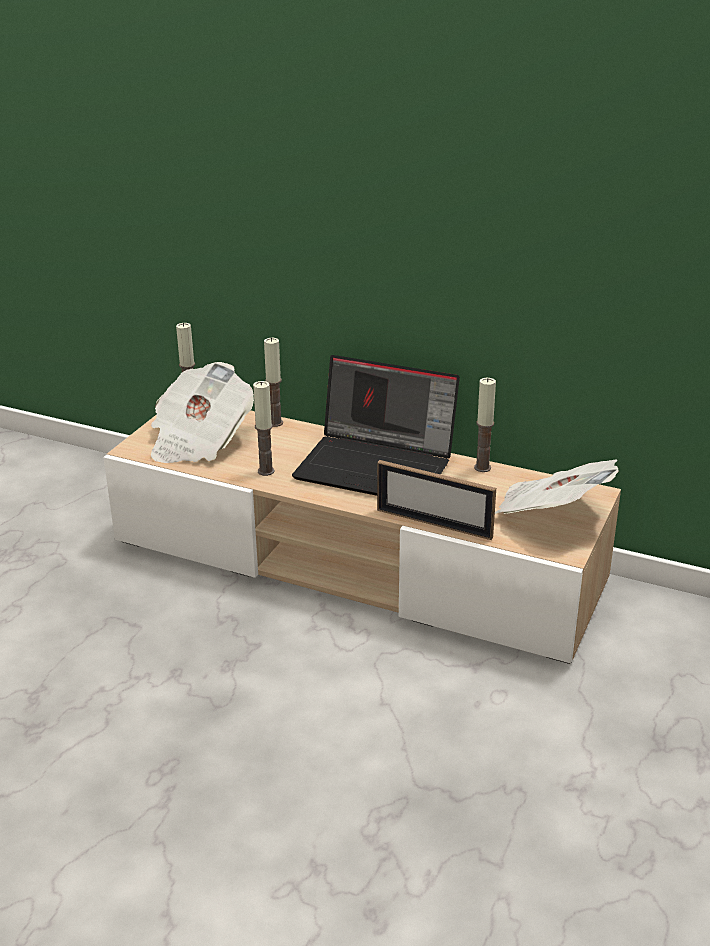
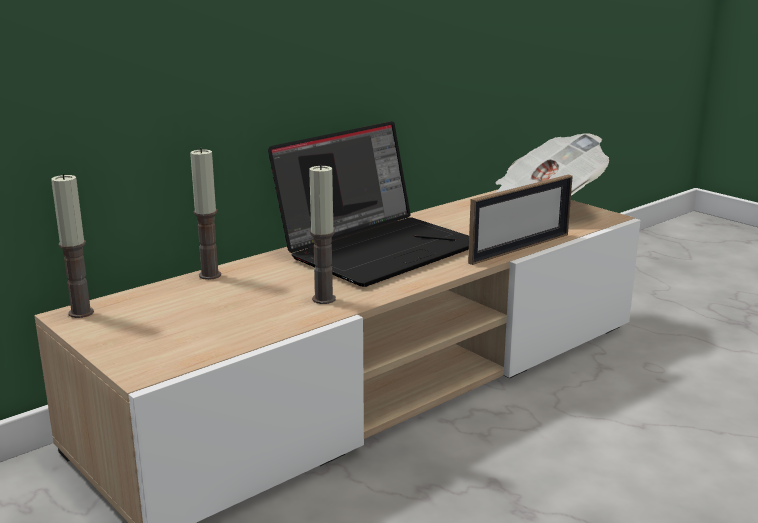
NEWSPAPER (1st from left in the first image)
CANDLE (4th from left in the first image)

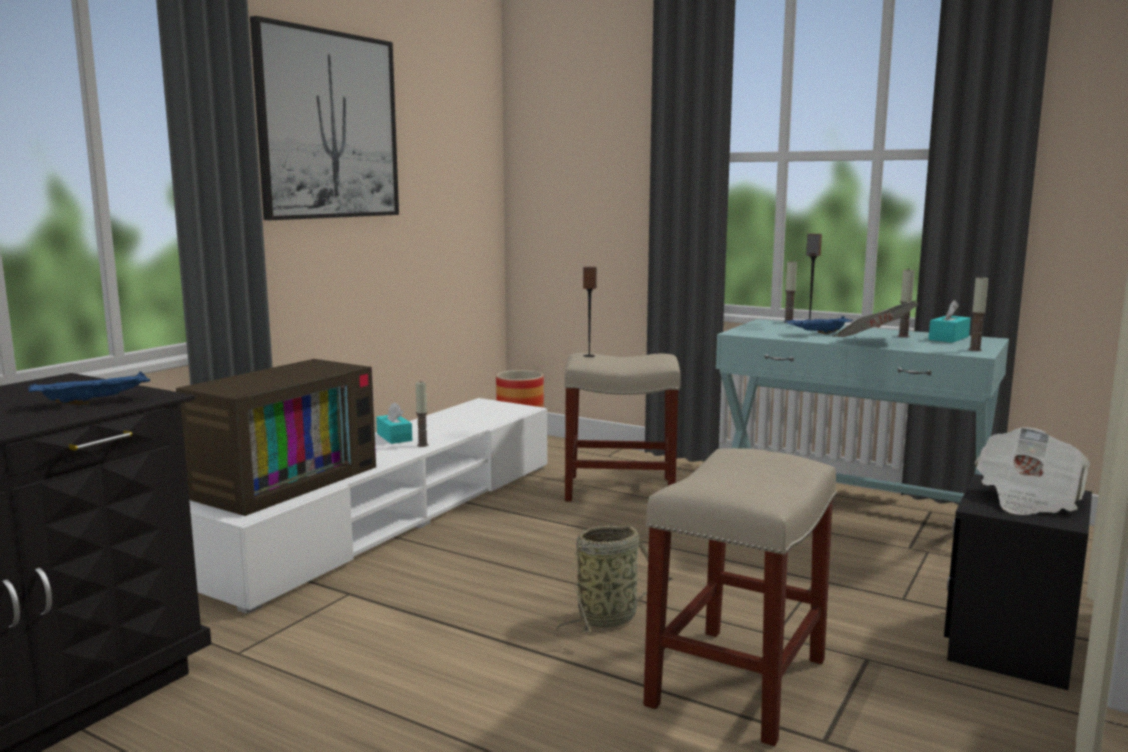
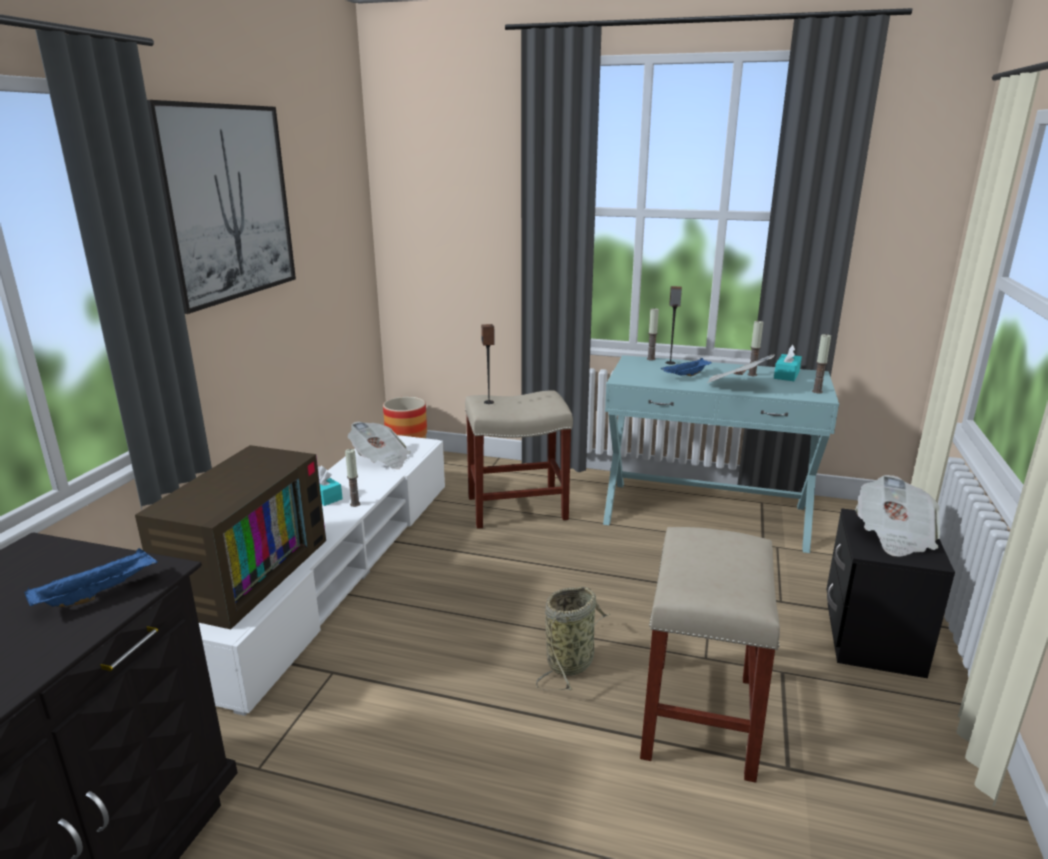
NEWSPAPER (1st from left)

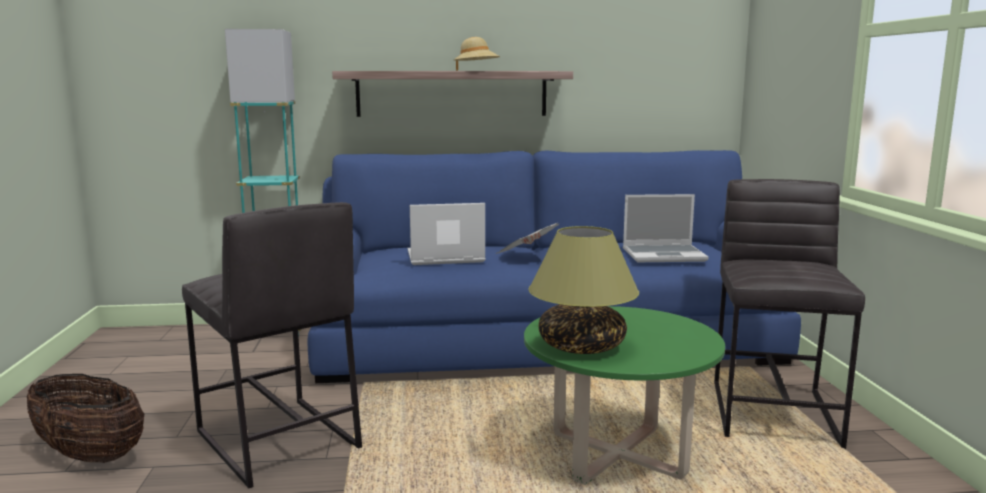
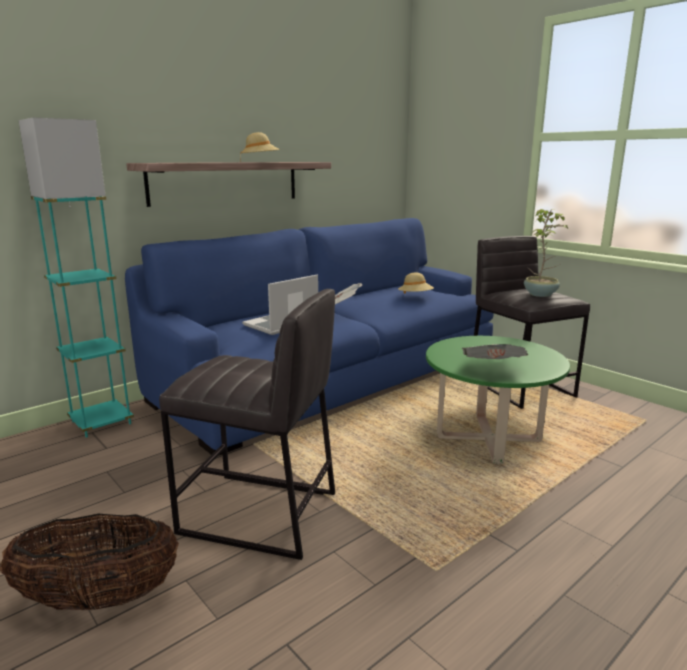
POTTED PLANT
NEWSPAPER (2nd from left)
BEIGE HAT (2nd from left)

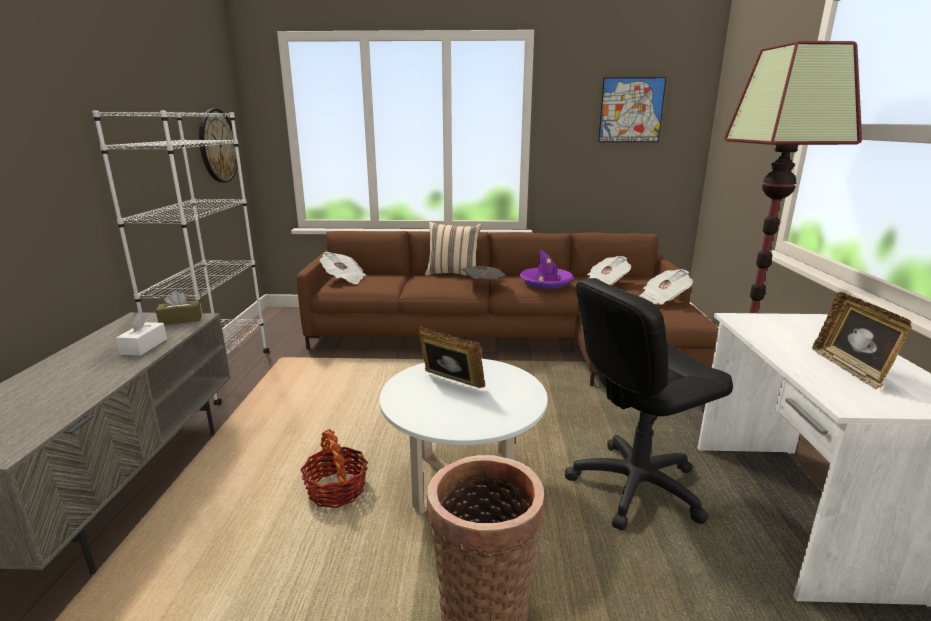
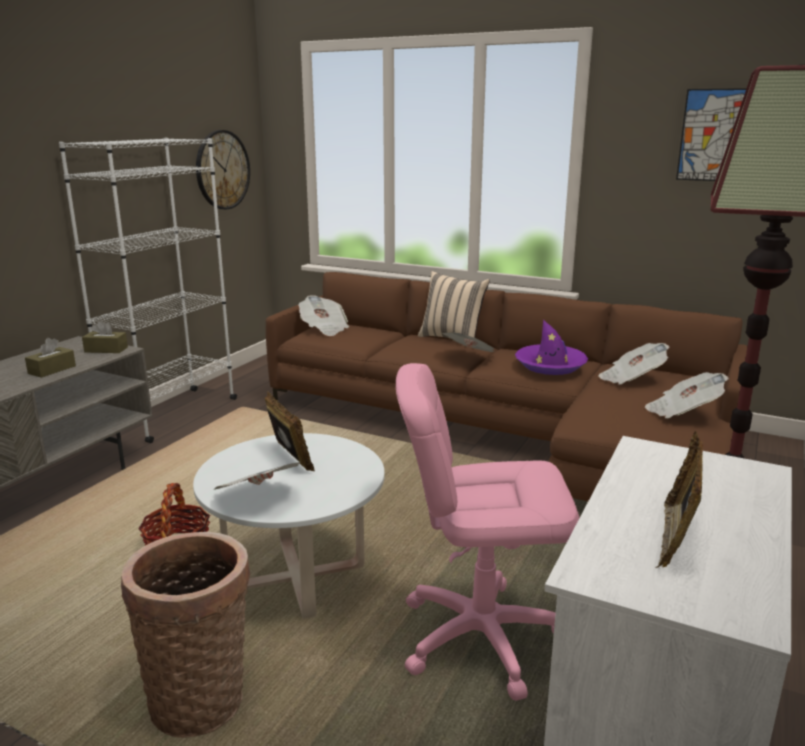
NEWSPAPER (1st from left)
BROWN TISSUE BOX (1st from left)
PINK OFFICE CHAIR

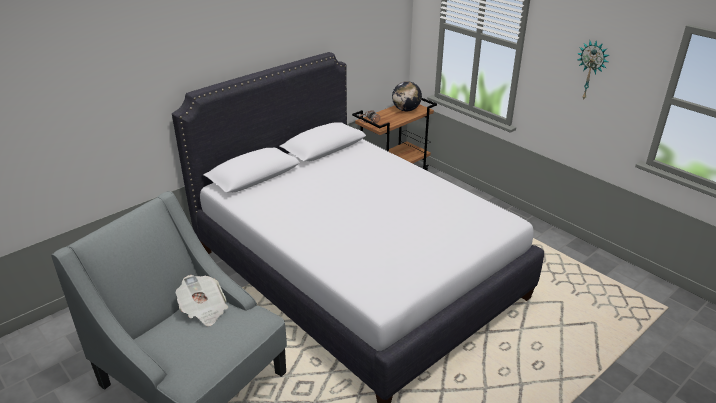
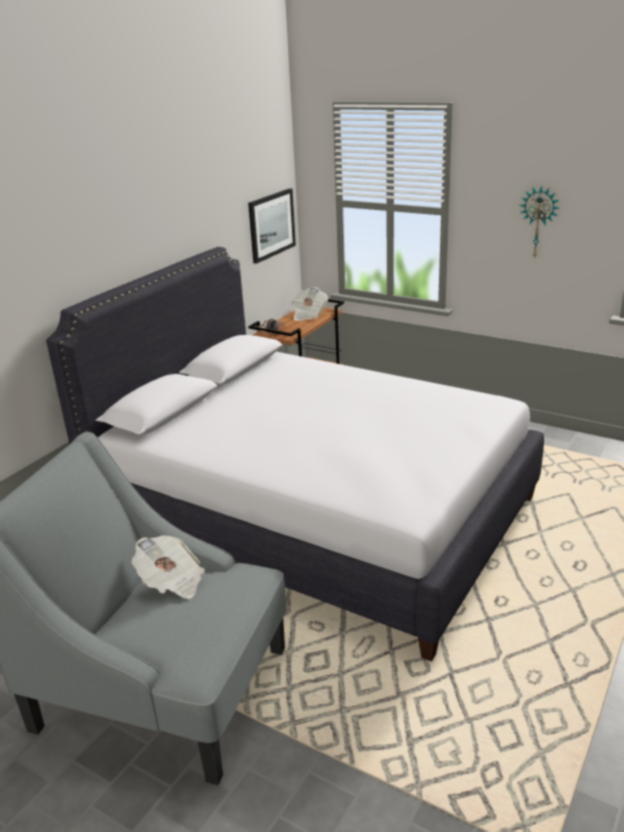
PICTURE
NEWSPAPER (2nd from left)

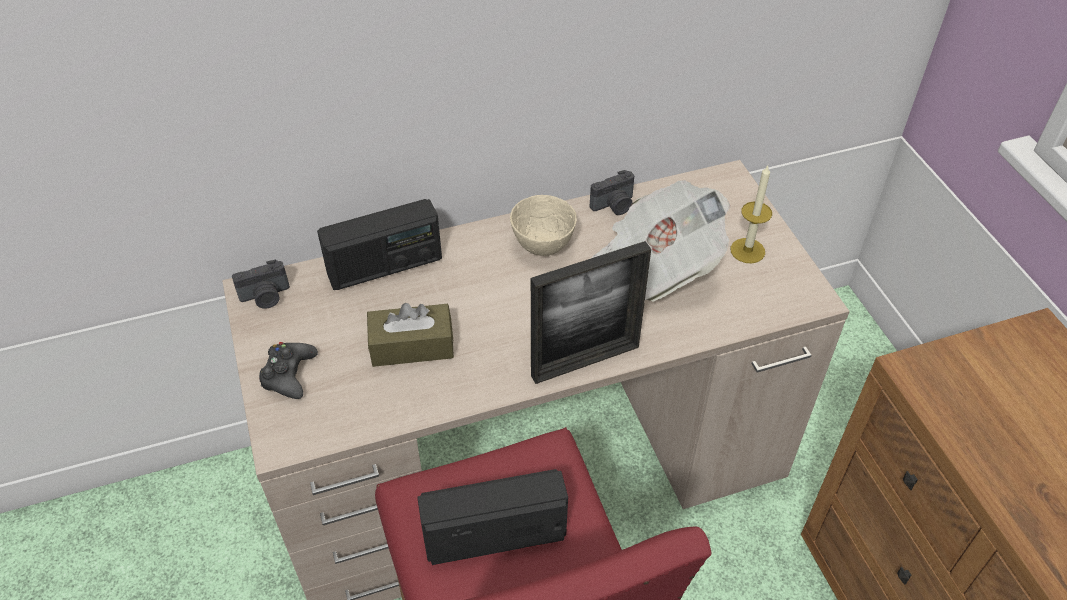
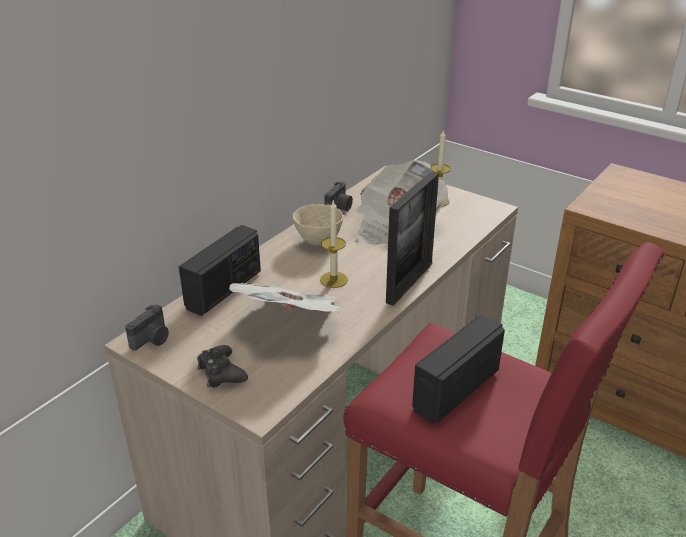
CANDLE (1st from left)
NEWSPAPER (1st from left)

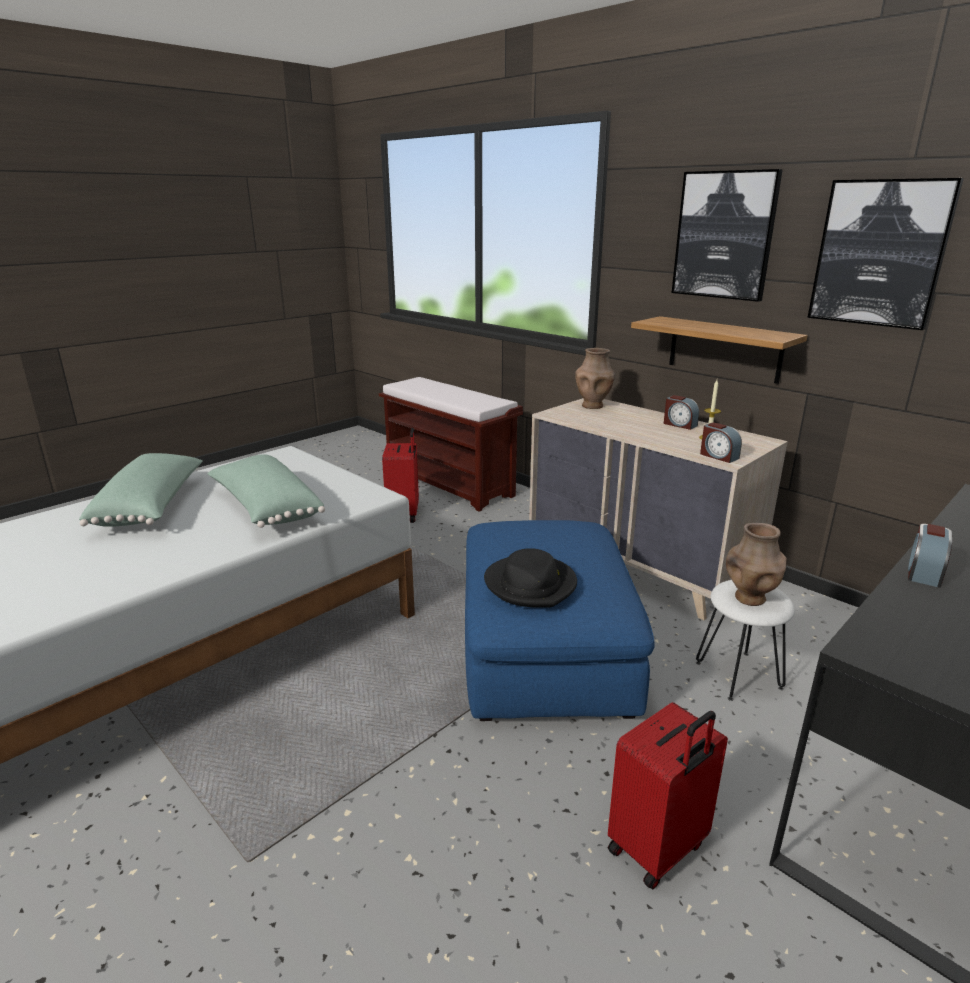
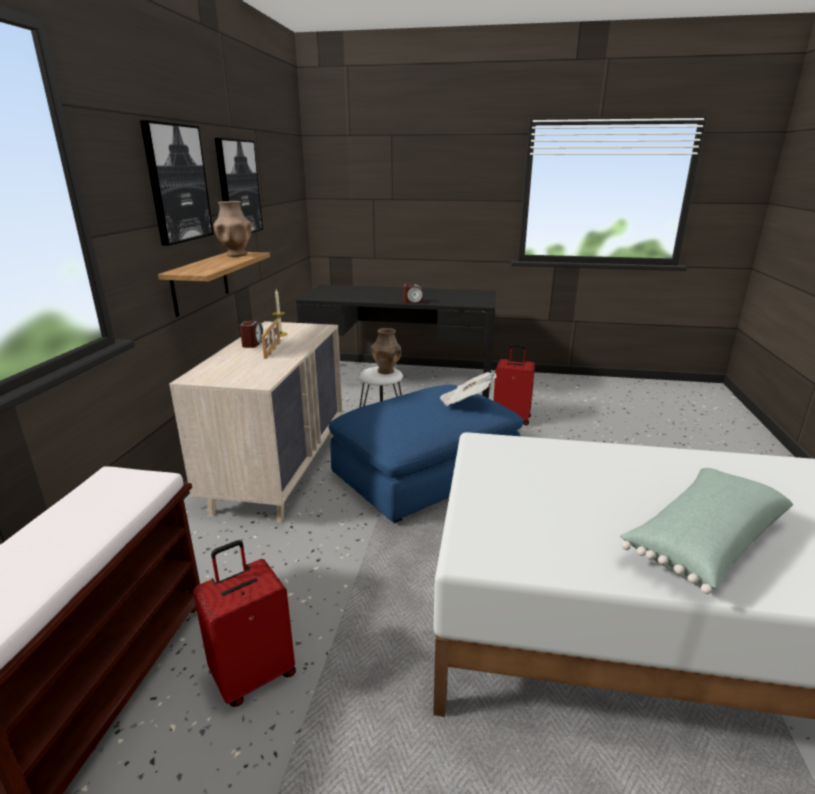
GREEN PILLOW (2nd from left in the first image)
ALARM CLOCK (2nd from left in the first image)
PICTURE FRAME
BROWN VASE (1st from left)
NEWSPAPER

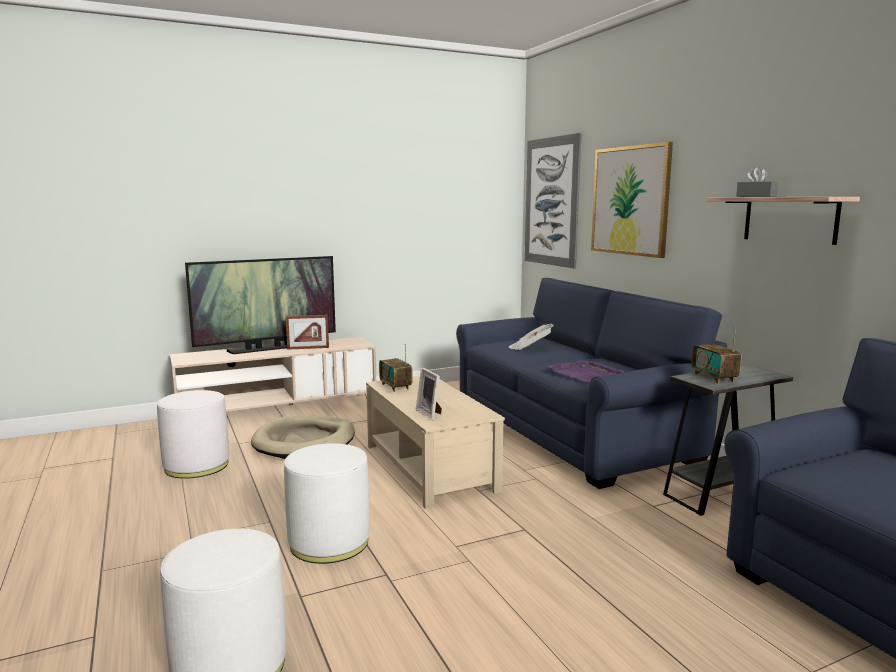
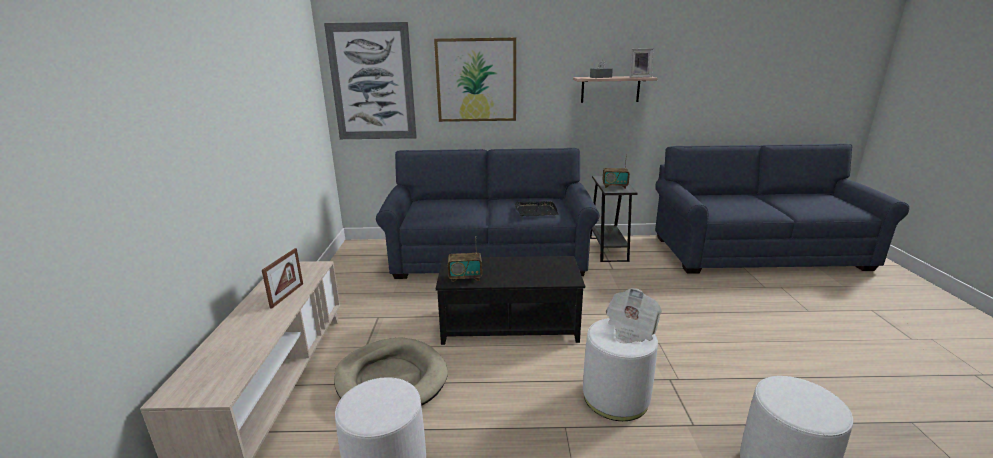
TELEVISION
PICTURE FRAME (2nd from left)
NEWSPAPER
BLACK COFFEE TABLE
BLACK TRAY

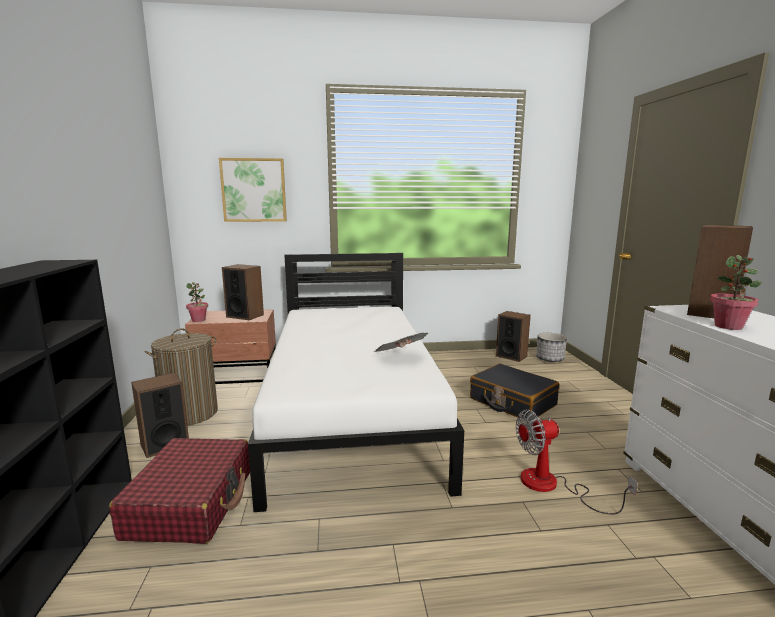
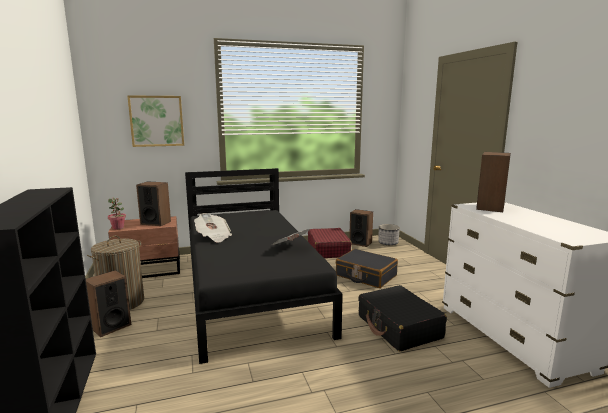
POTTED PLANT (2nd from left in the first image)
NEWSPAPER (1st from left)
RED SUITCASE
BLACK SUITCASE (2nd from left)
BLACK BED

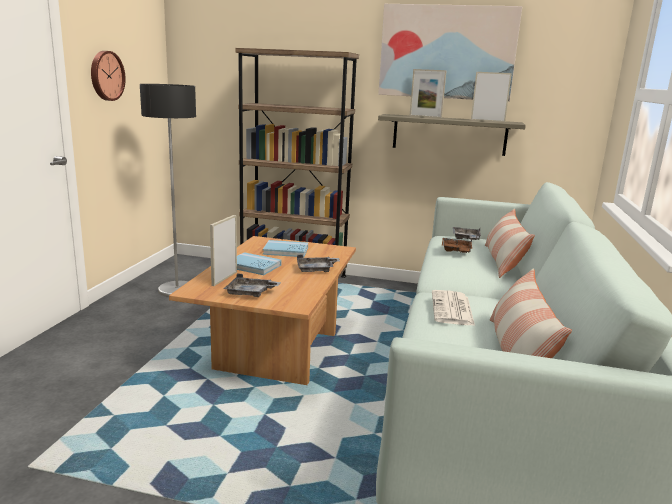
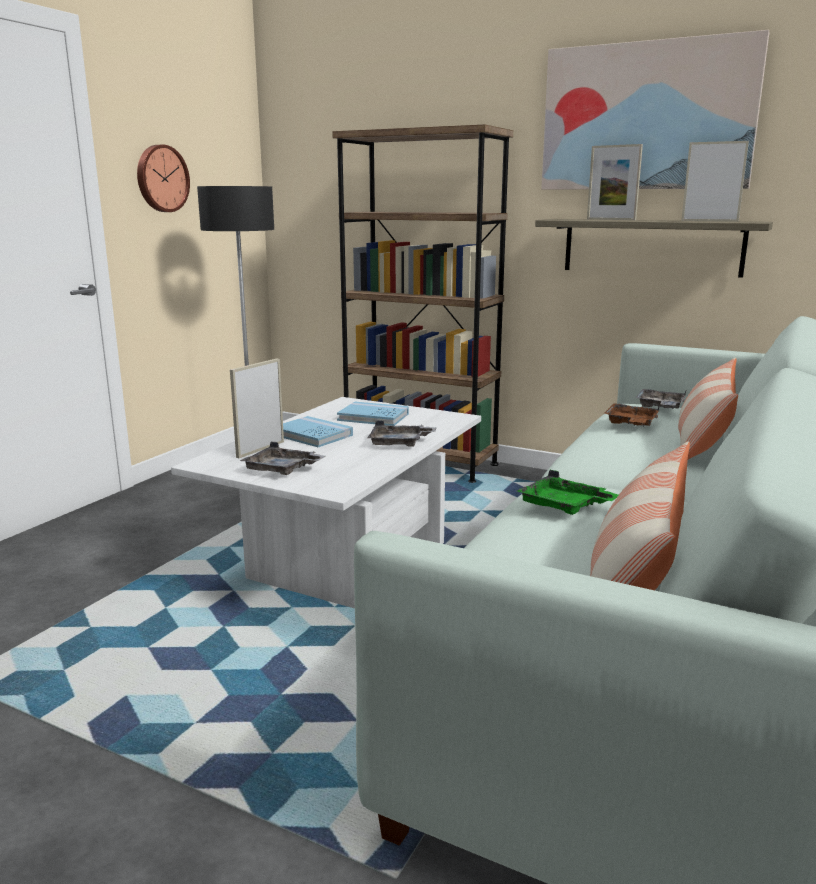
GREEN TRAY
WHITE COFFEE TABLE

